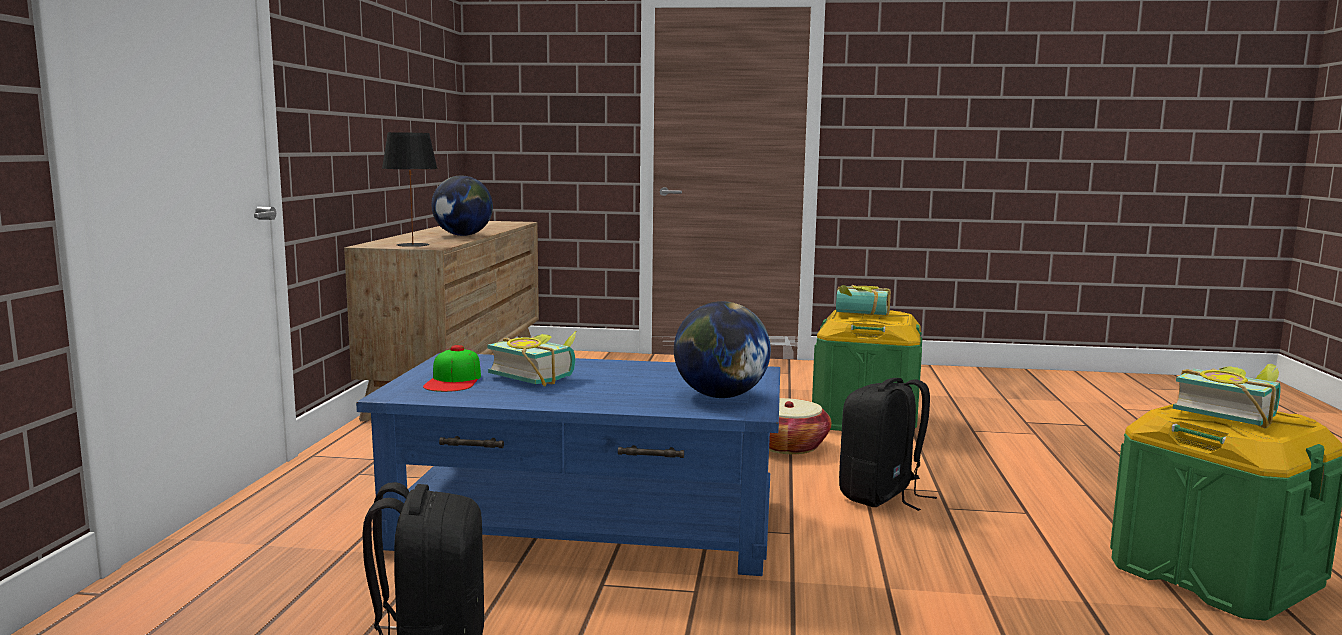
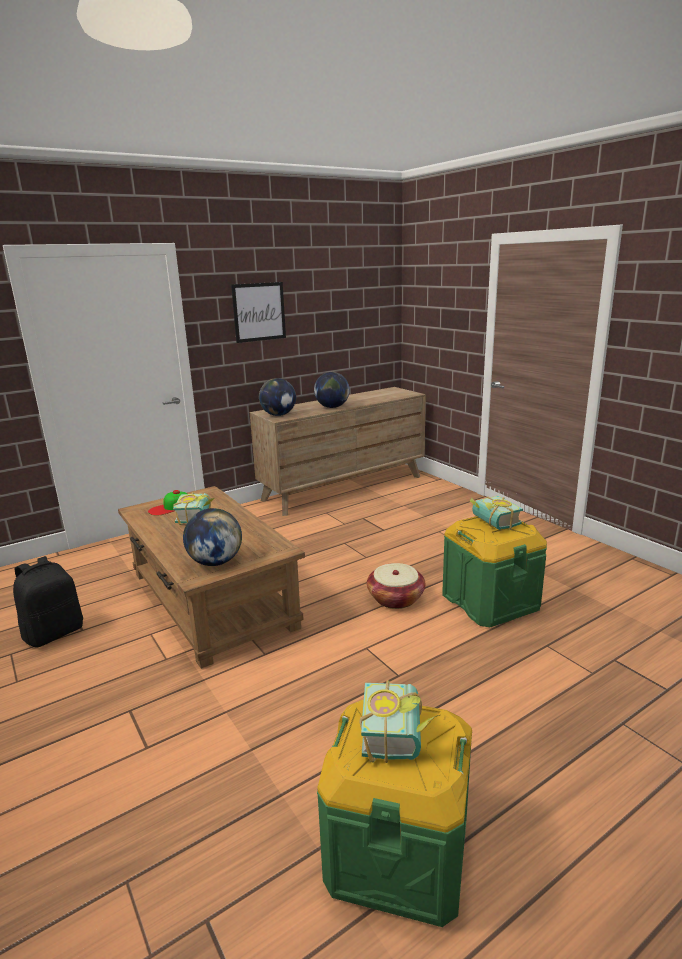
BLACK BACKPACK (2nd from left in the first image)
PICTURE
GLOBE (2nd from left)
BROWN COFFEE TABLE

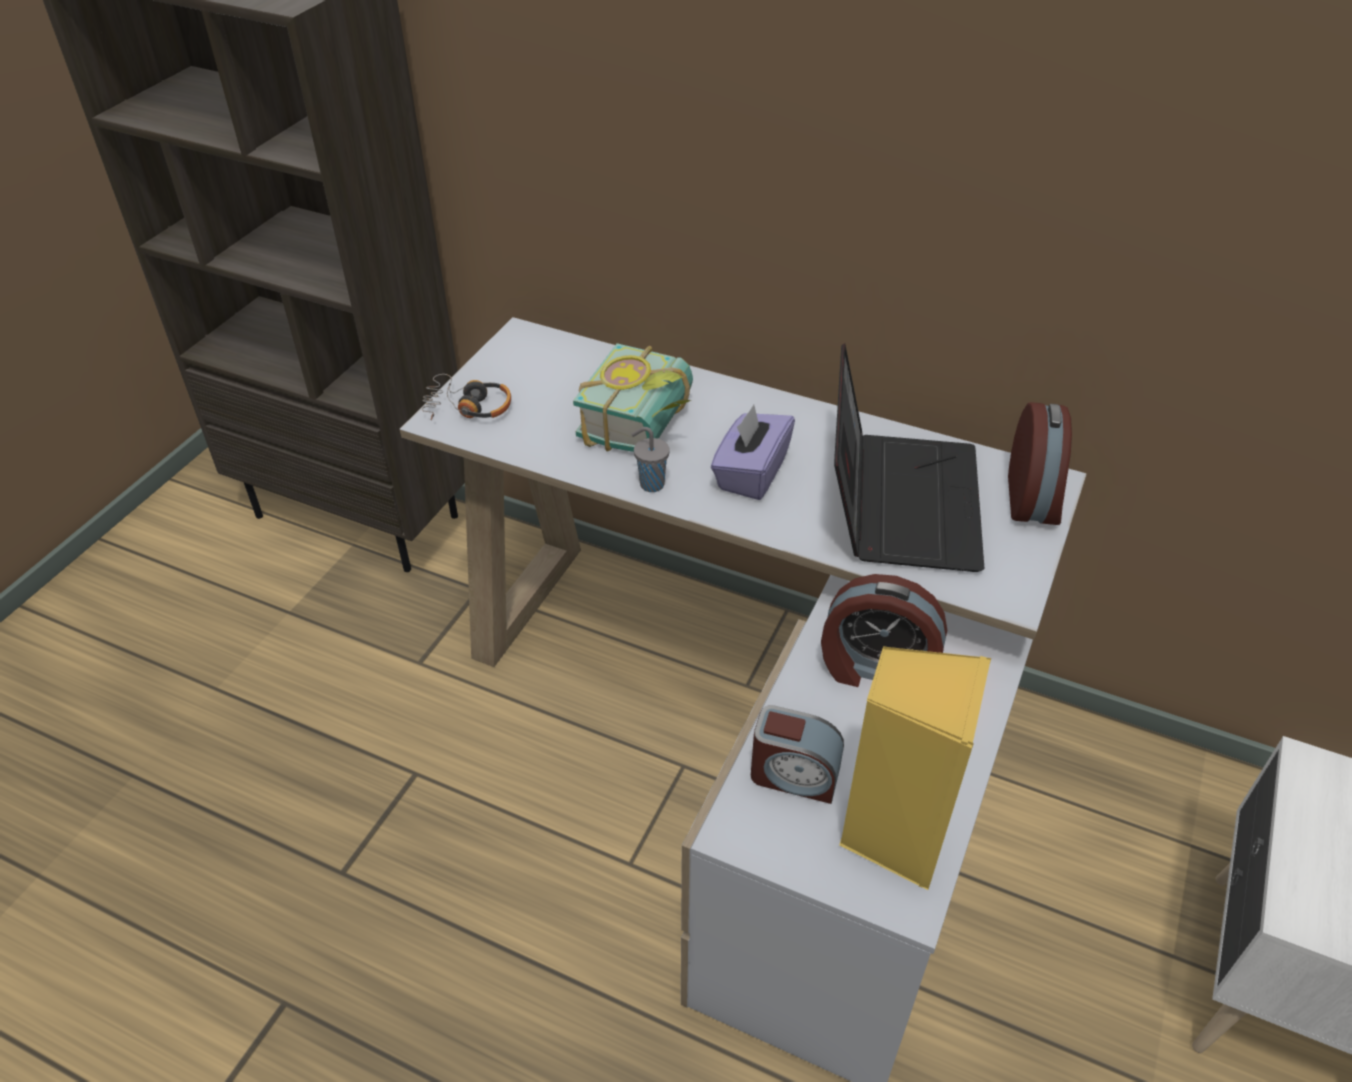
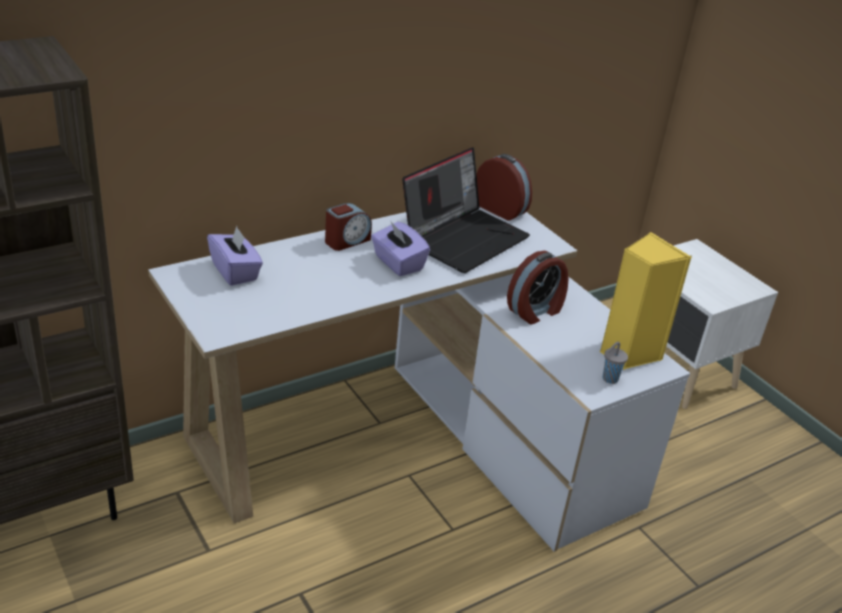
HEADPHONES
BOOK
PURPLE TISSUE BOX (1st from left)
GREY CUP
ALARM CLOCK (1st from left)
LAPTOP

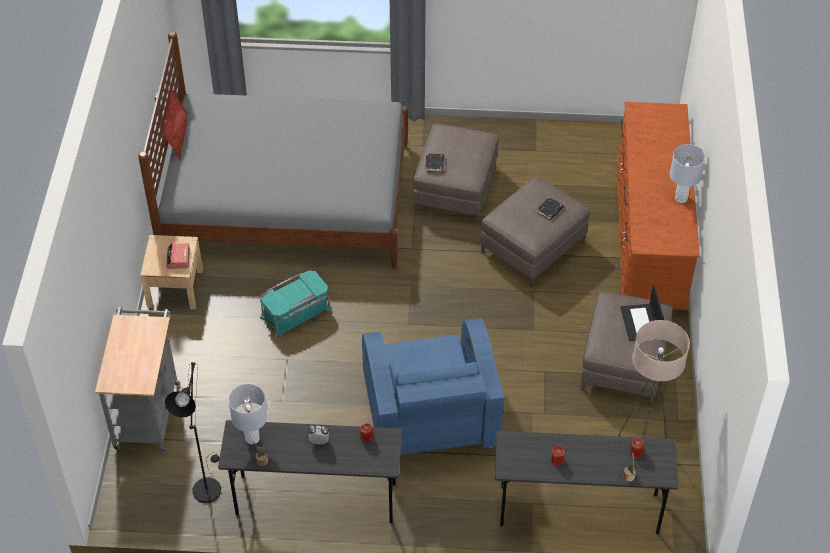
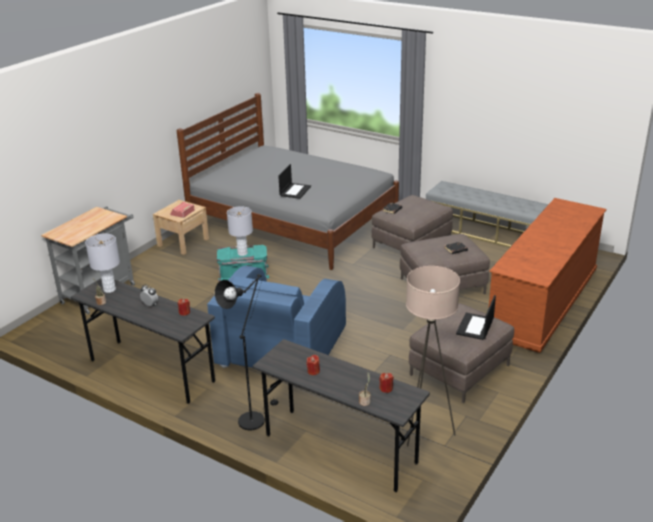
PILLOW
LAPTOP (1st from left)
GREY BENCH
BLACK FLOOR LAMP
GREY TABLE LAMP (2nd from left)

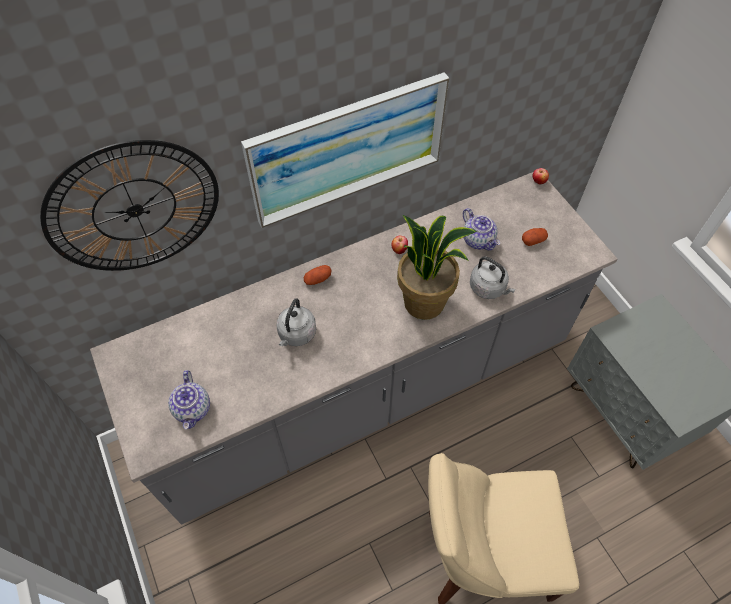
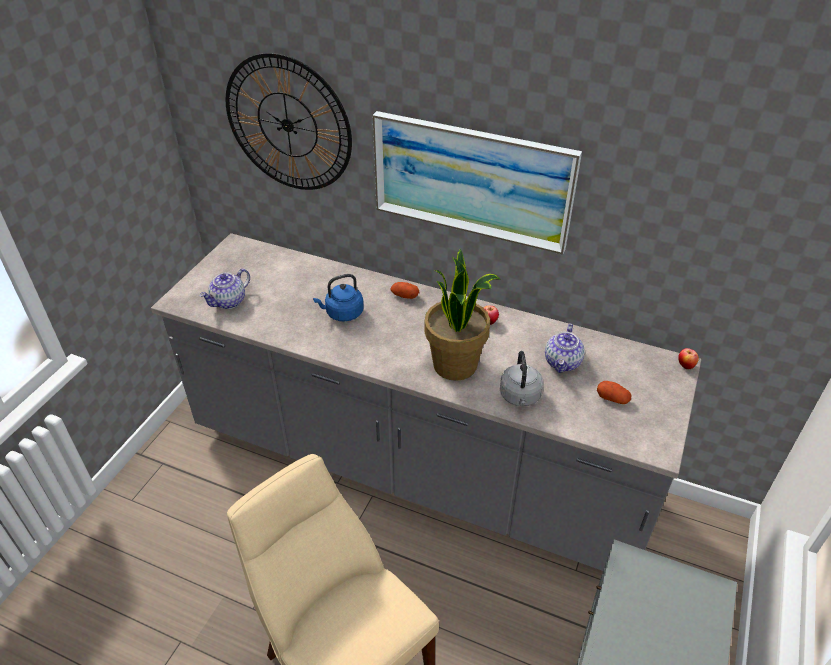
BLUE KETTLE

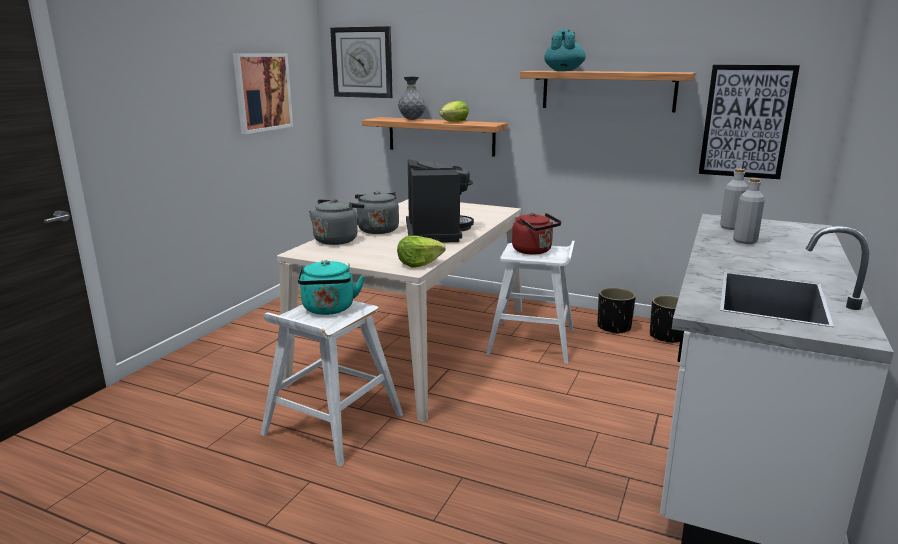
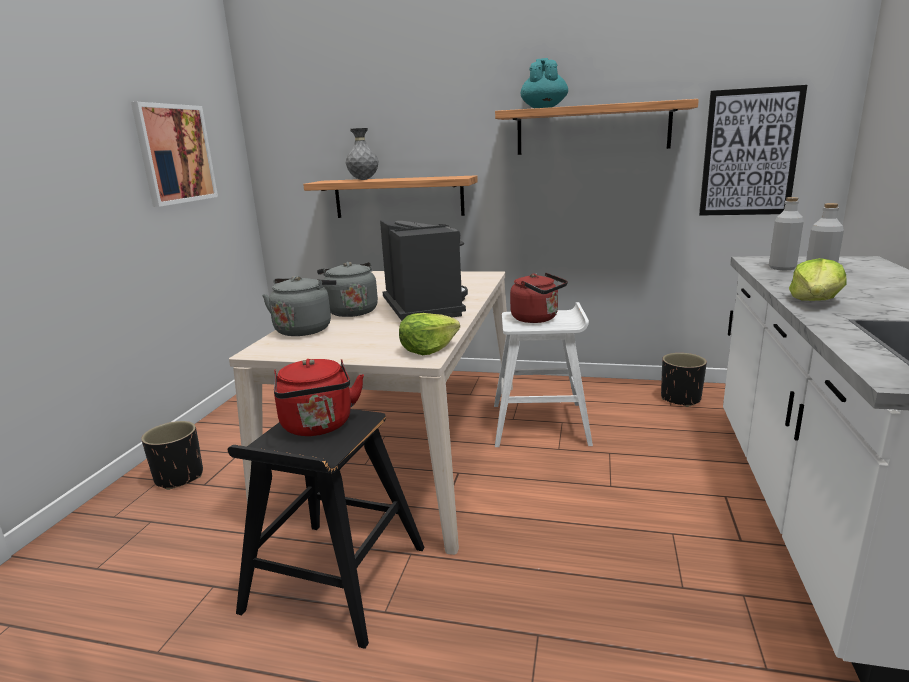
WALL CLOCK
LETTUCE (2nd from left)
BLACK PLANTER (1st from left)
BLACK STOOL
RED KETTLE (1st from left)

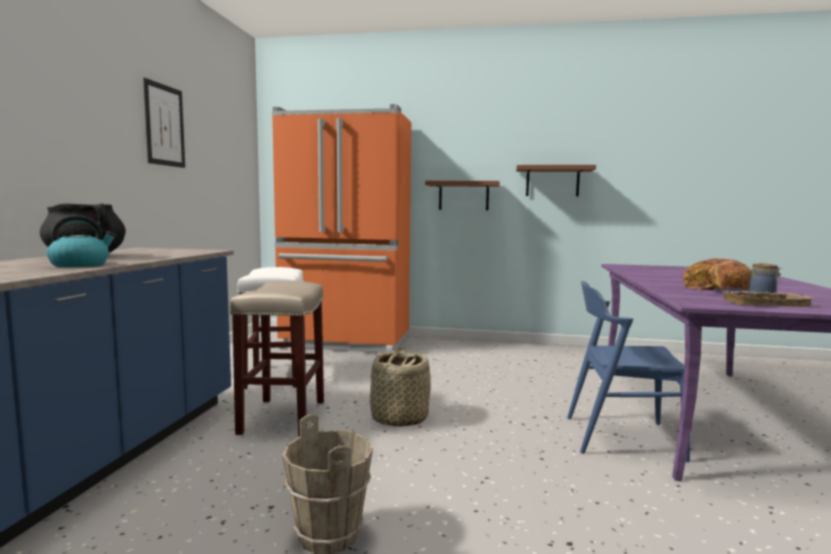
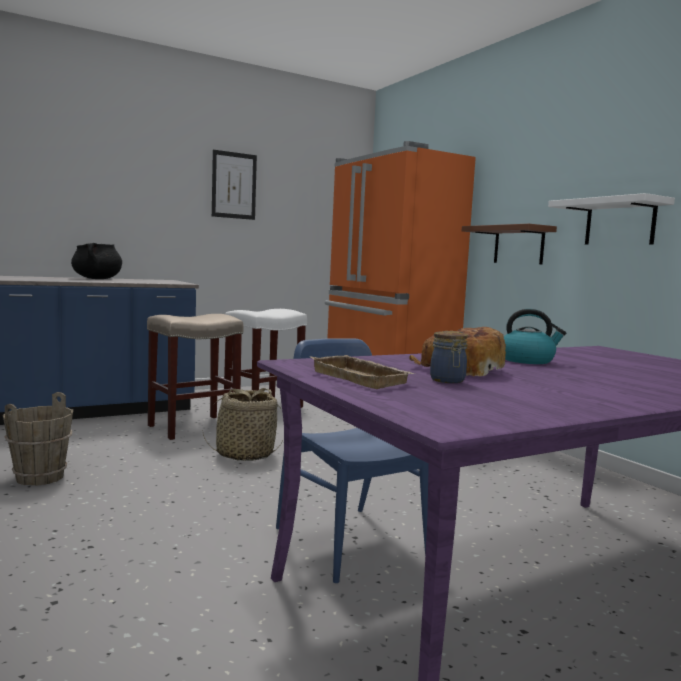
KETTLE
WHITE SHELF

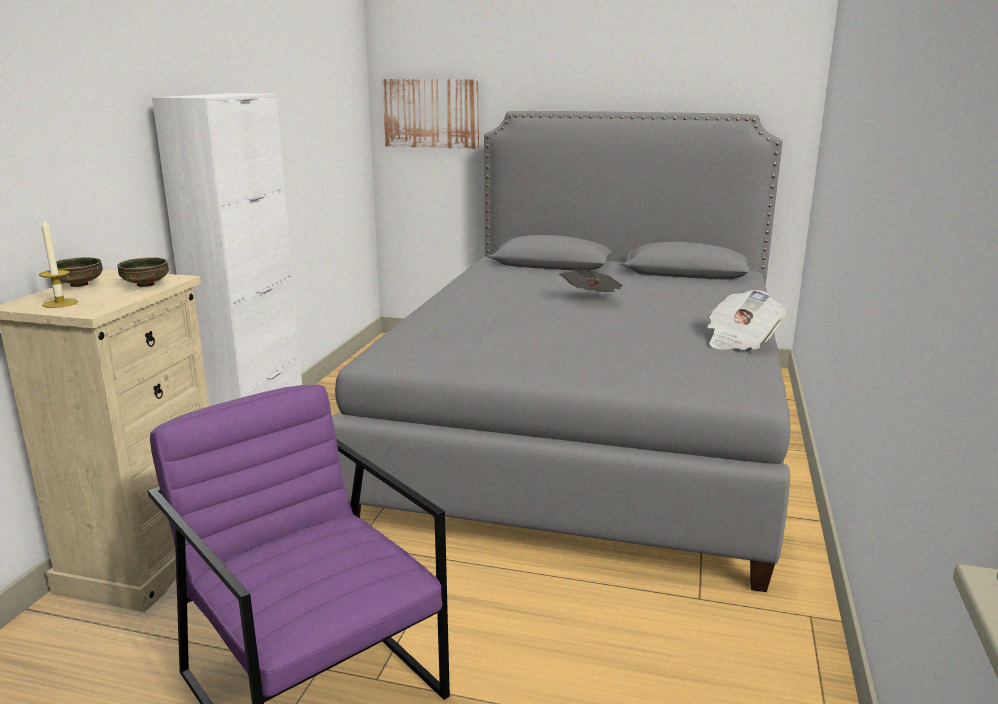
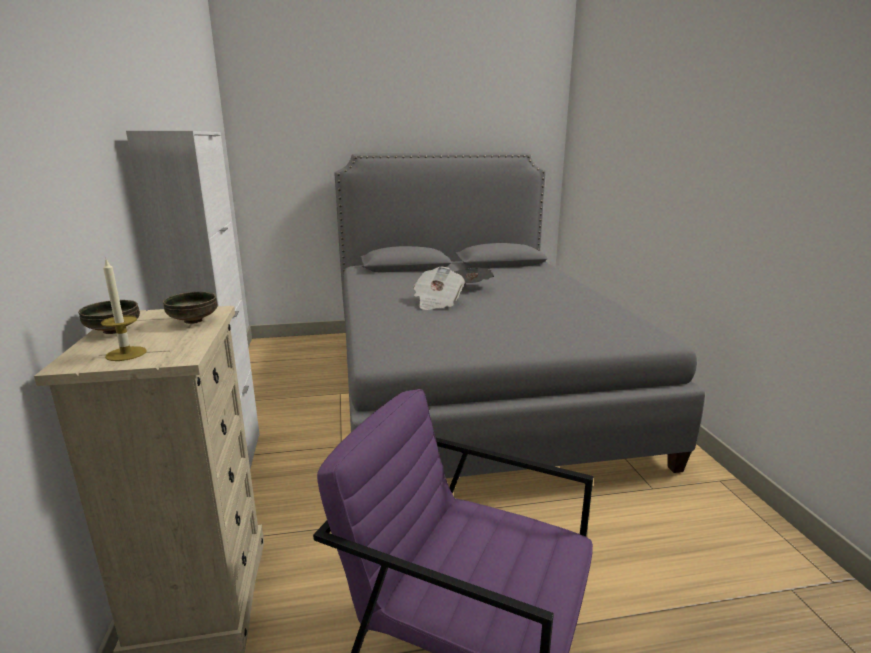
PICTURE
NEWSPAPER (1st from left)

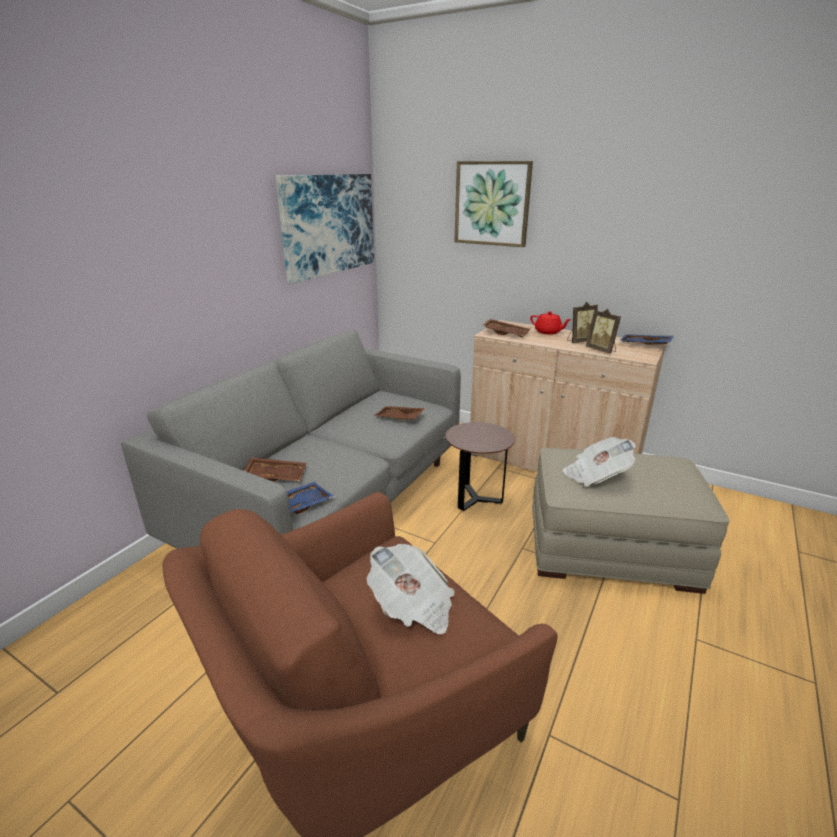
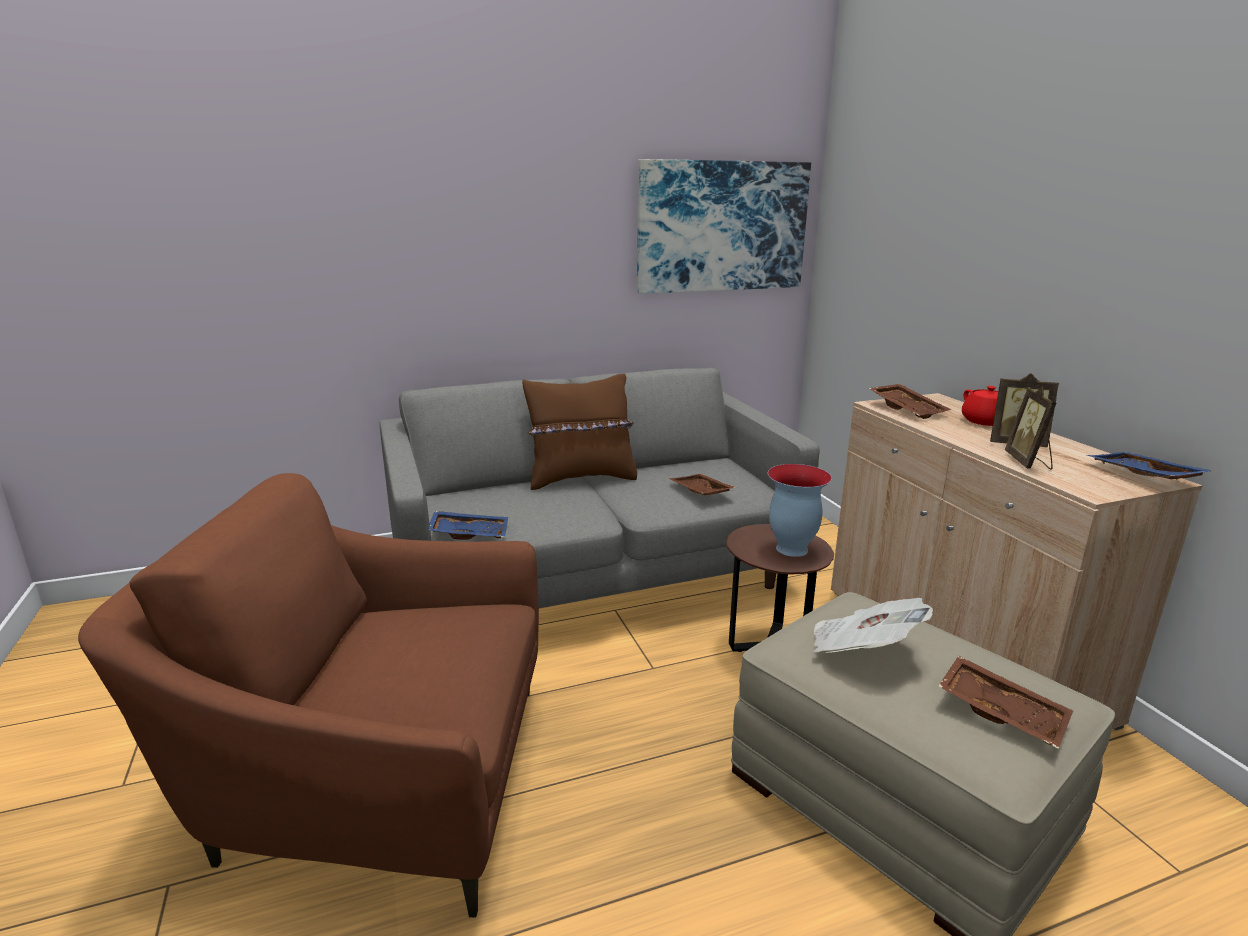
NEWSPAPER (1st from left in the first image)
PICTURE (2nd from left in the first image)
BROWN PILLOW
VASE
BROWN TRAY (3rd from left)

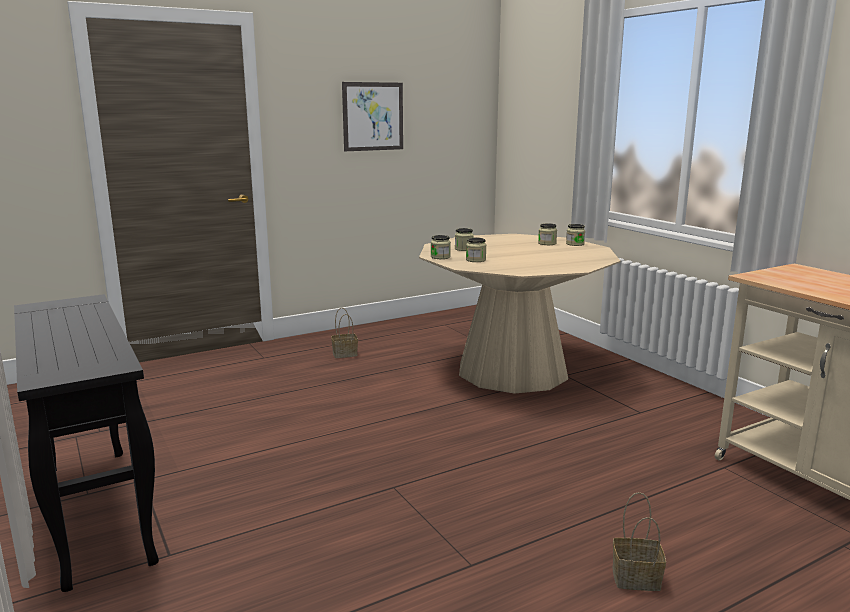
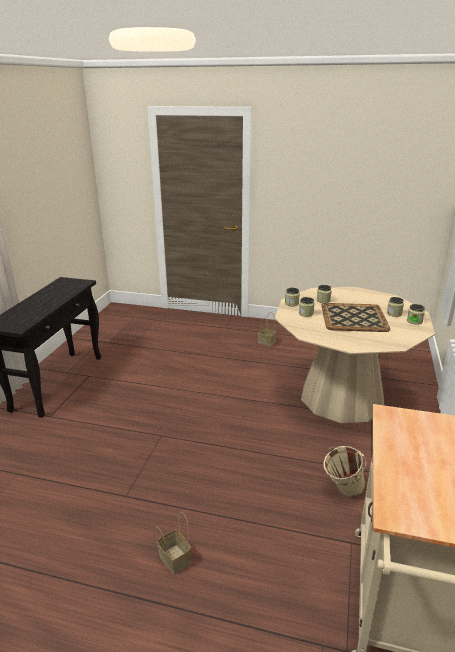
PICTURE
TRAY
BEIGE BUCKET

